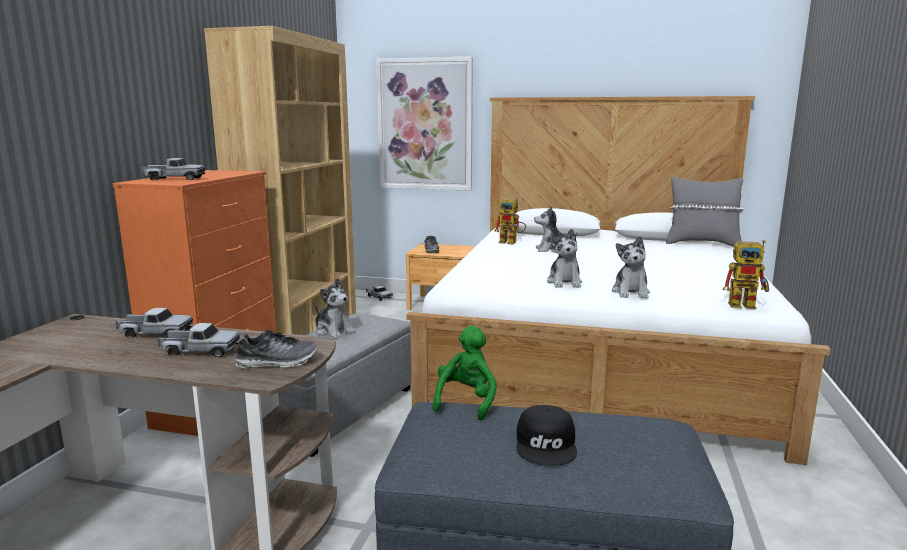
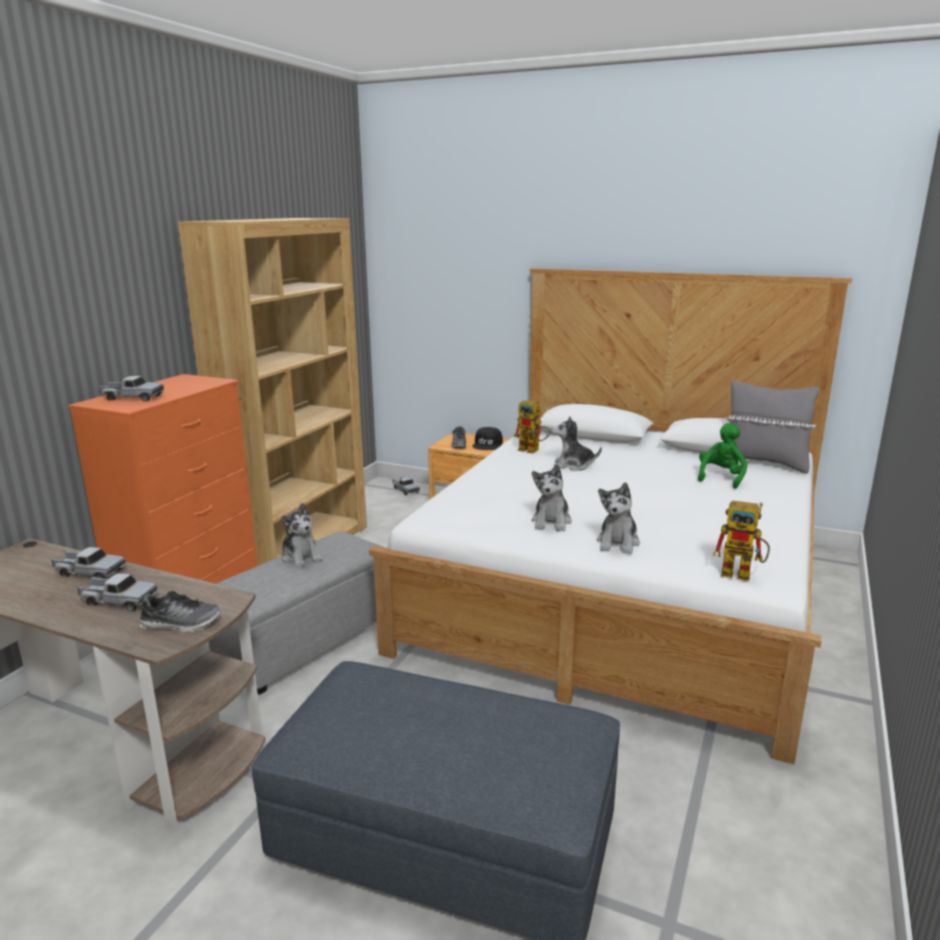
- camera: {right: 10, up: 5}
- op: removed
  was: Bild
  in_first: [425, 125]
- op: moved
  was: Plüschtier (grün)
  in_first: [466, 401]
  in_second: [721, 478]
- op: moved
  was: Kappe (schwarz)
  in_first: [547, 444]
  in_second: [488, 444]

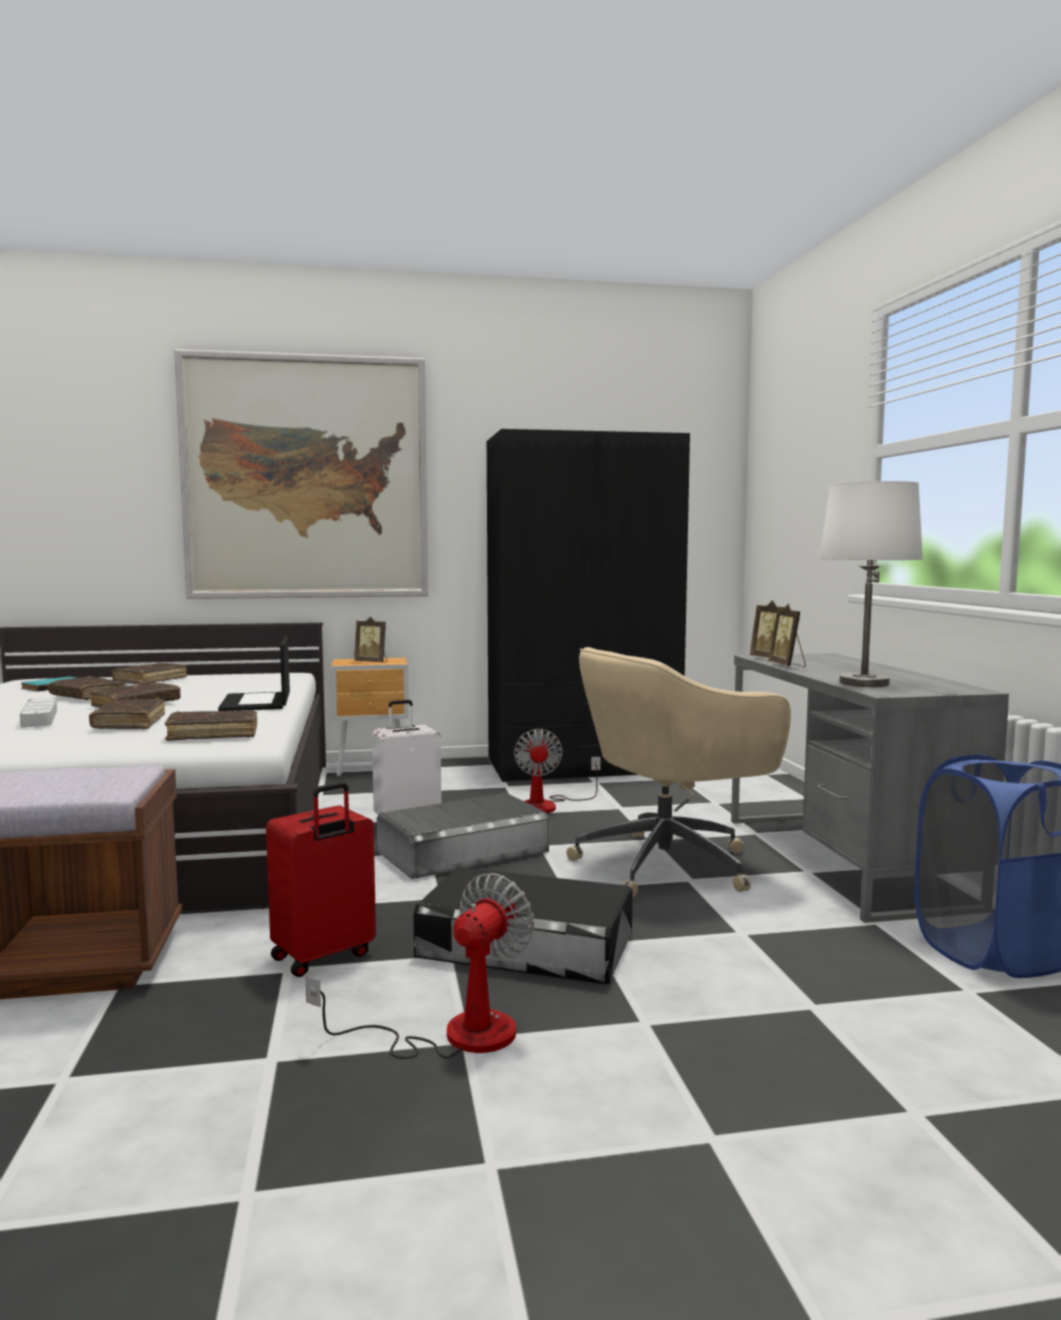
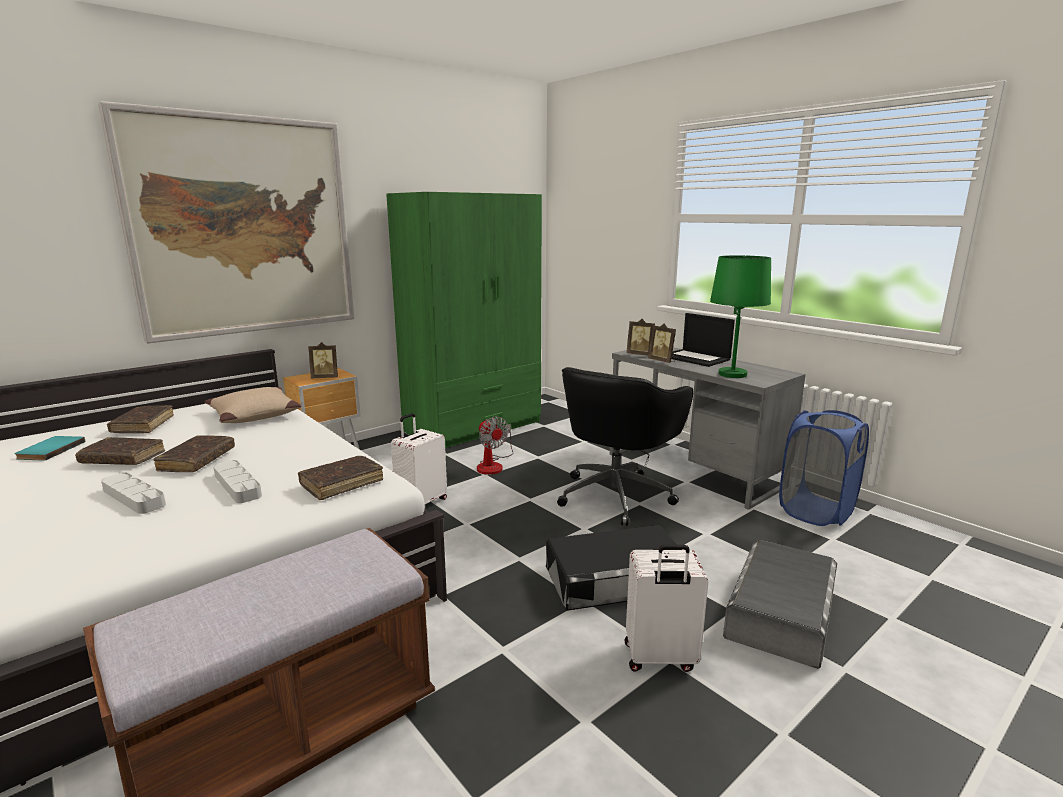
- camera: {right: -30, up: 10}
- op: replaced
  was: Buch (braun)
  now: Tablett (grau)
  in_first: [129, 723]
  in_second: [237, 485]
- op: moved
  was: Laptop
  in_first: [257, 702]
  in_second: [696, 358]
- op: removed
  was: Koffer (rot)
  in_first: [323, 957]
- op: replaced
  was: Ventilator
  now: Koffer (weiß)
  in_first: [453, 1035]
  in_second: [659, 658]
- op: moved
  was: Aufbewahrungsbox (grau)
  in_first: [463, 851]
  in_second: [780, 611]
- op: recoloured
  was: Kleiderschrank (schwarz)
  now: Kleiderschrank (grün)
  in_first: [583, 766]
  in_second: [474, 426]
- op: recoloured
  was: Bürostuhl (beige)
  now: Bürostuhl (schwarz)
  in_first: [670, 864]
  in_second: [616, 495]
- op: recoloured
  was: Tischlampe (weiß)
  now: Tischlampe (grün)
  in_first: [865, 683]
  in_second: [733, 374]
- op: added
  now: Kissen (beige)
  in_second: [254, 415]

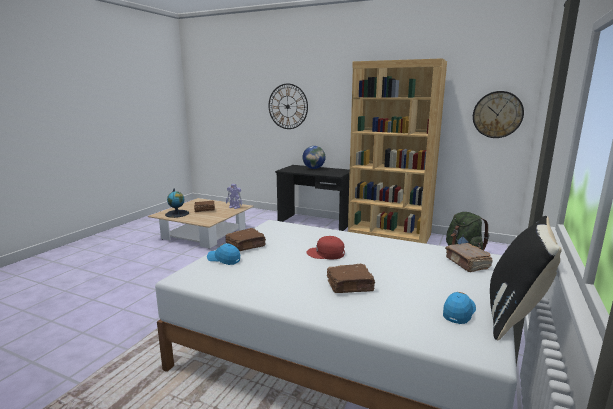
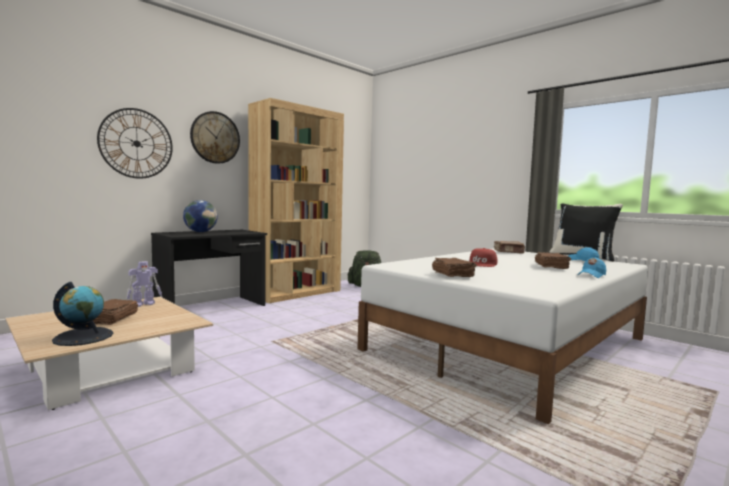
- camera: {right: -70, up: -10}
- op: moved
  was: Kappe (blau)
  in_first: [224, 259]
  in_second: [591, 275]
- op: moved
  was: Wanduhr
  in_first: [497, 114]
  in_second: [215, 137]

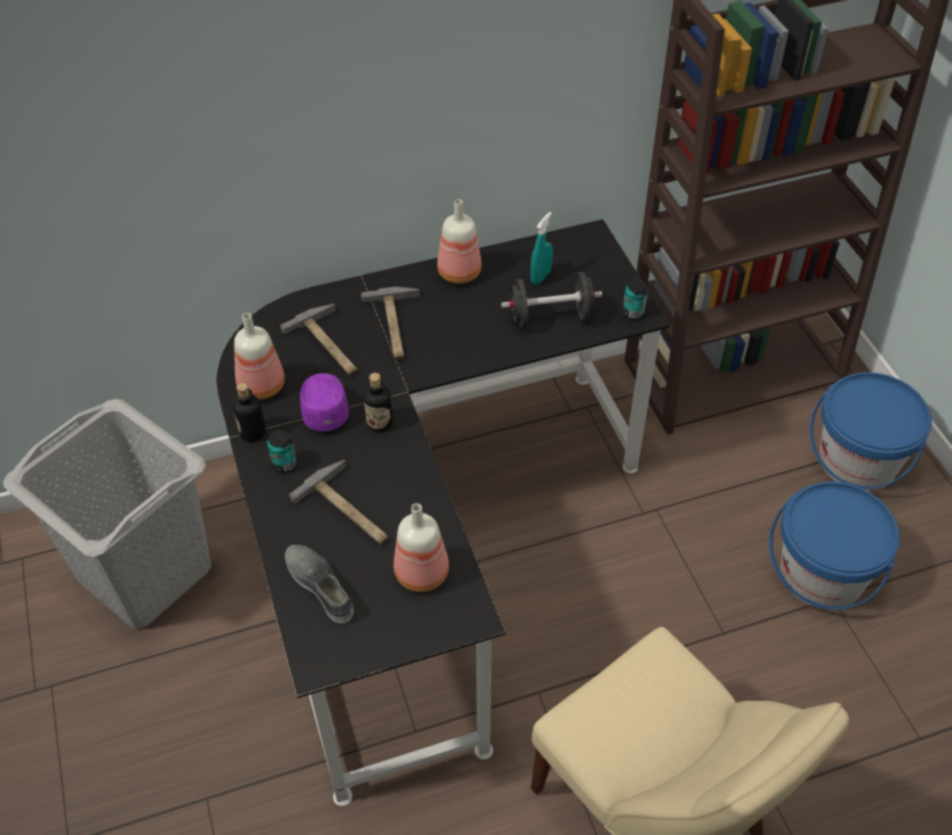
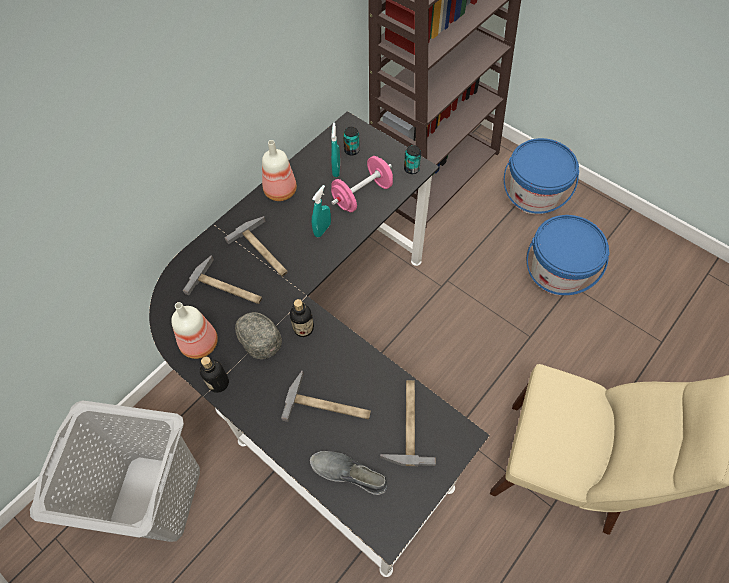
- camera: {right: -30, up: 10}
- op: moved
  was: Dose
  in_first: [284, 464]
  in_second: [351, 150]
- op: recoloured
  was: Kappe (lila)
  now: Kappe (grau)
  in_first: [324, 408]
  in_second: [257, 337]
- op: replaced
  was: Flasche
  now: Hammer
  in_first: [421, 571]
  in_second: [407, 423]
- op: recoloured
  was: Hantel (schwarz)
  now: Hantel (rosa)
  in_first: [550, 316]
  in_second: [362, 195]
- op: added
  now: Sprühflasche (türkis)
  in_second: [322, 230]

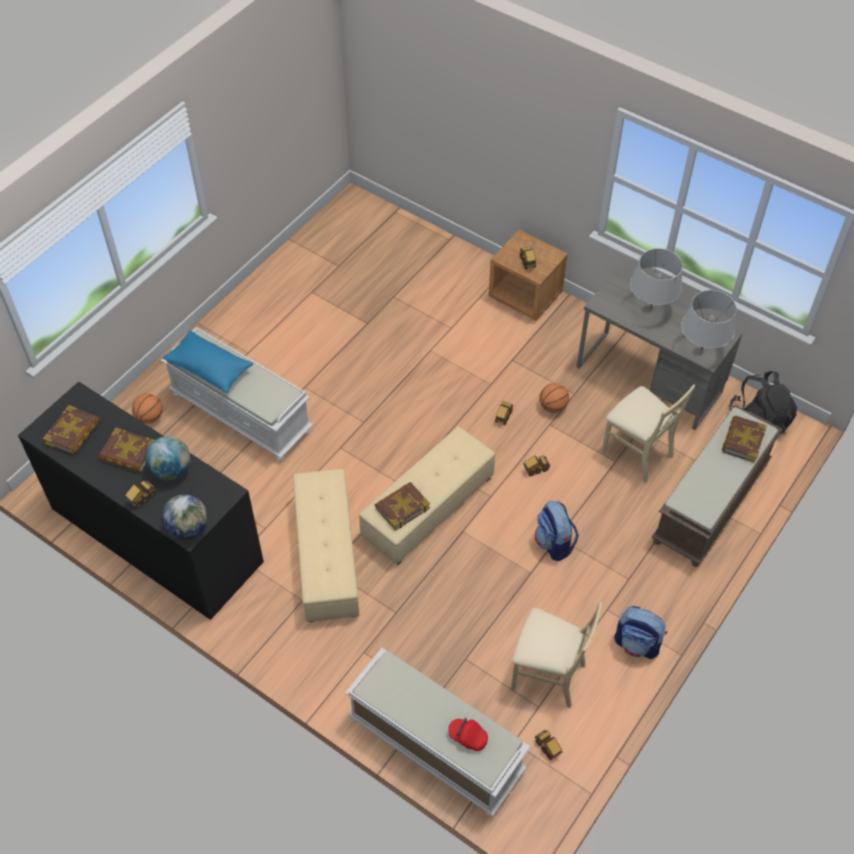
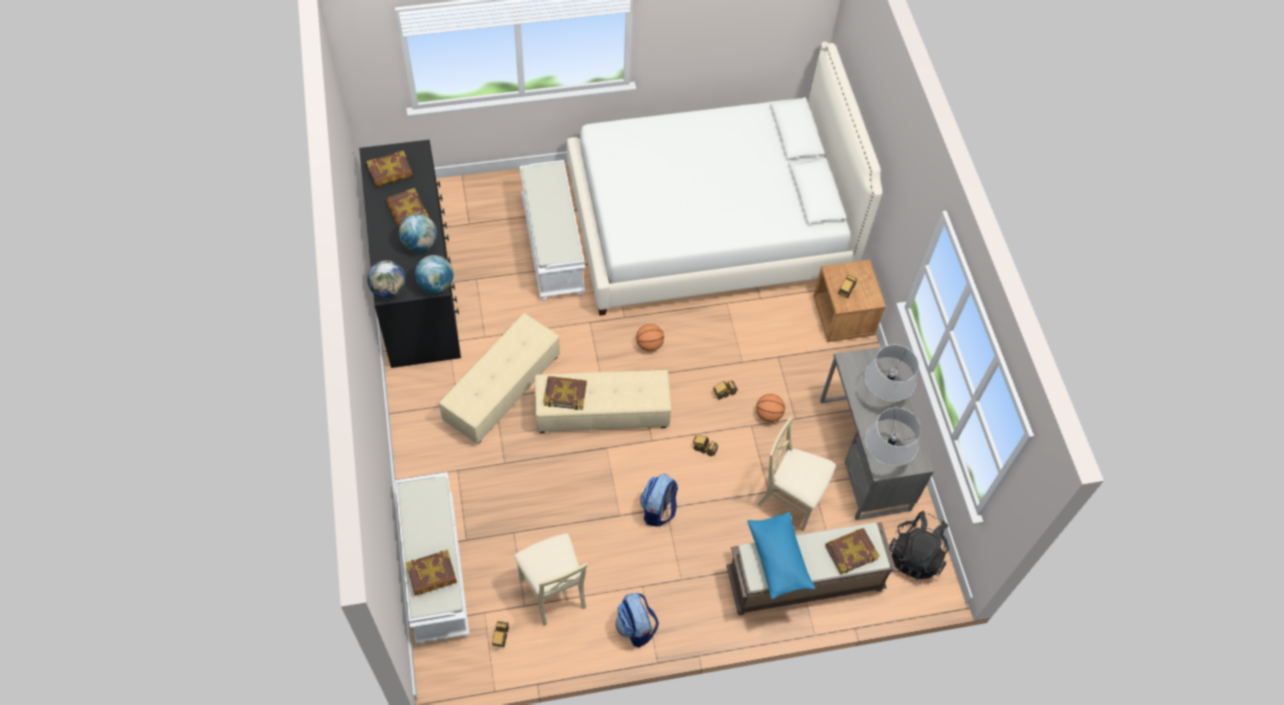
- camera: {right: 40, up: 5}
- op: removed
  was: Spielzeuglaster
  in_first: [142, 498]
- op: moved
  was: Basketball
  in_first: [150, 417]
  in_second: [649, 345]
- op: moved
  was: Kissen (blau)
  in_first: [209, 368]
  in_second: [779, 559]
- op: replaced
  was: Kappe (rot)
  now: Buch
  in_first: [467, 737]
  in_second: [432, 575]
- op: turned
  was: Stuhl (beige)
  in_first: [637, 453]
  in_second: [791, 499]
  clockwise: 120
- op: added
  now: Globus
  in_second: [436, 284]
- op: added
  now: Bett (weiß)
  in_second: [708, 225]

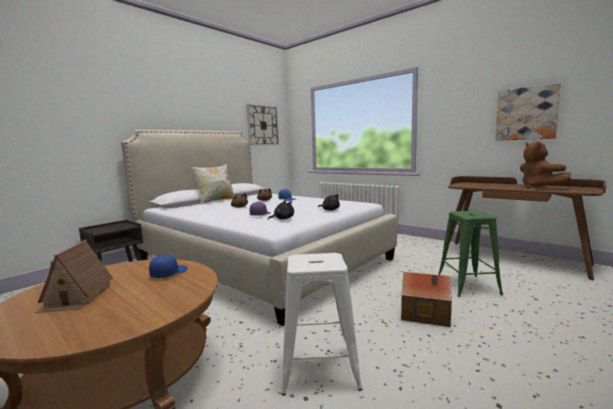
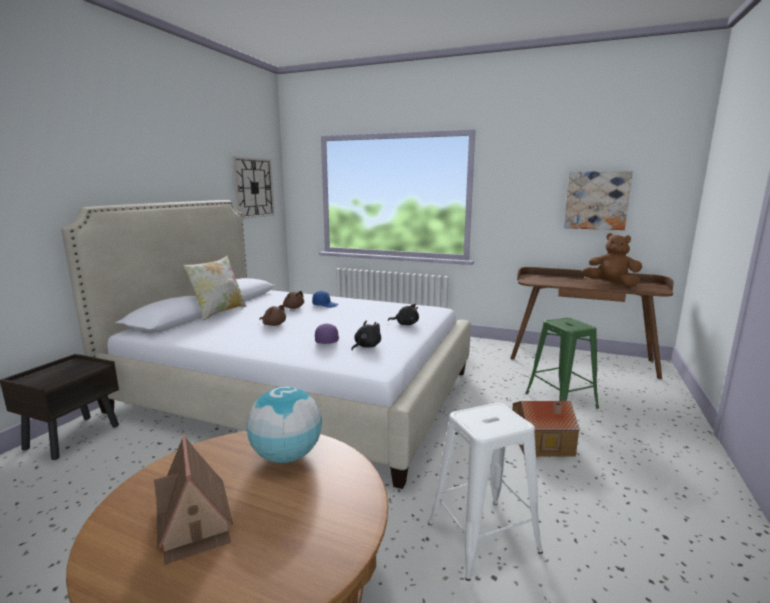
- camera: {right: -20, up: 5}
- op: replaced
  was: Kappe (blau)
  now: Globus
  in_first: [169, 273]
  in_second: [286, 456]
- op: turned
  was: Plüschtier (braun)
  in_first: [538, 187]
  in_second: [611, 284]
  clockwise: 150

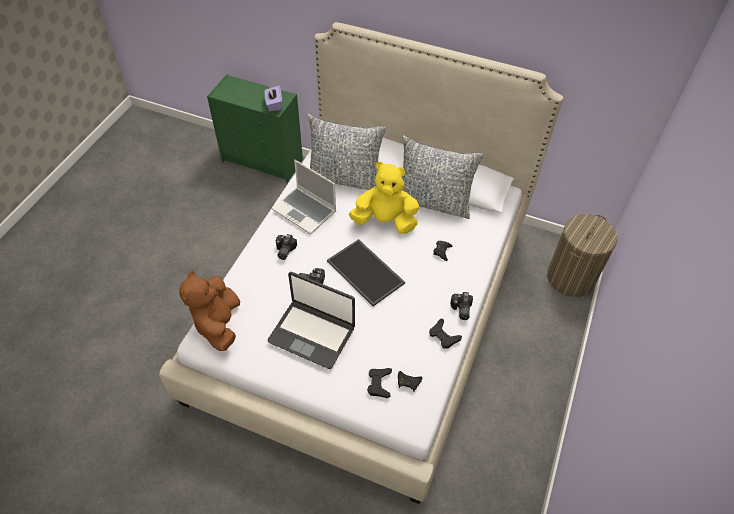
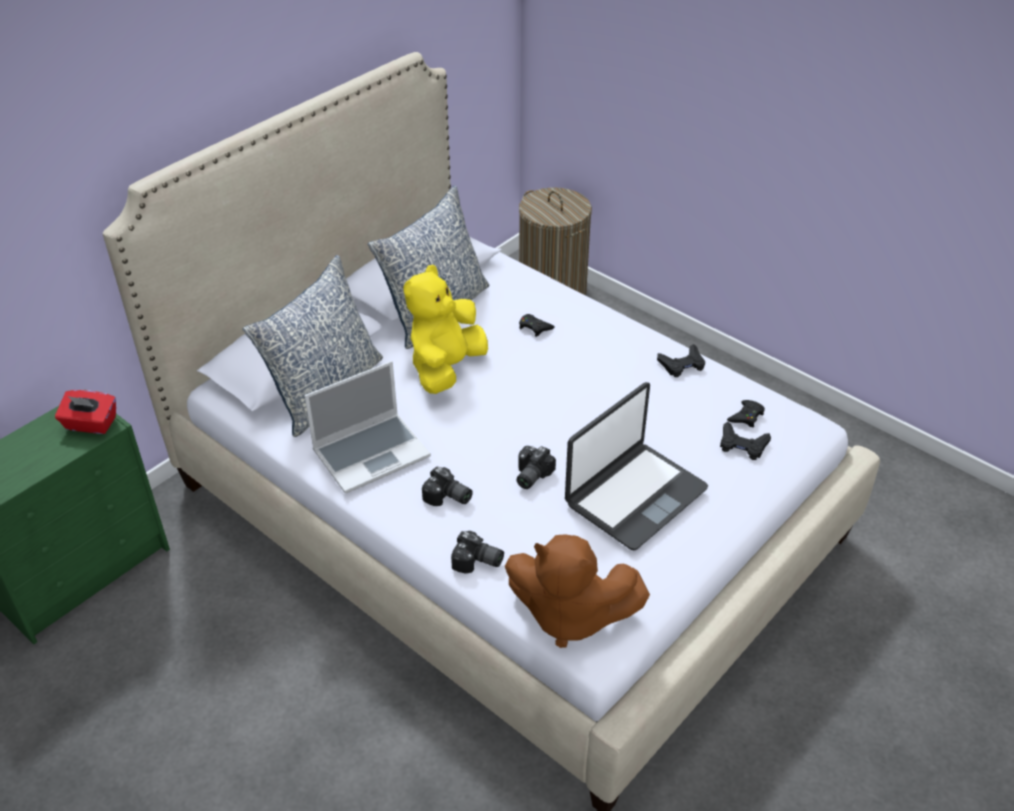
- camera: {right: -70, up: -10}
- op: recoloured
  was: Taschentuchbox (lila)
  now: Taschentuchbox (rot)
  in_first: [274, 104]
  in_second: [91, 424]
- op: removed
  was: Tablett
  in_first: [367, 272]
- op: moved
  was: Kamera
  in_first: [460, 310]
  in_second: [477, 562]

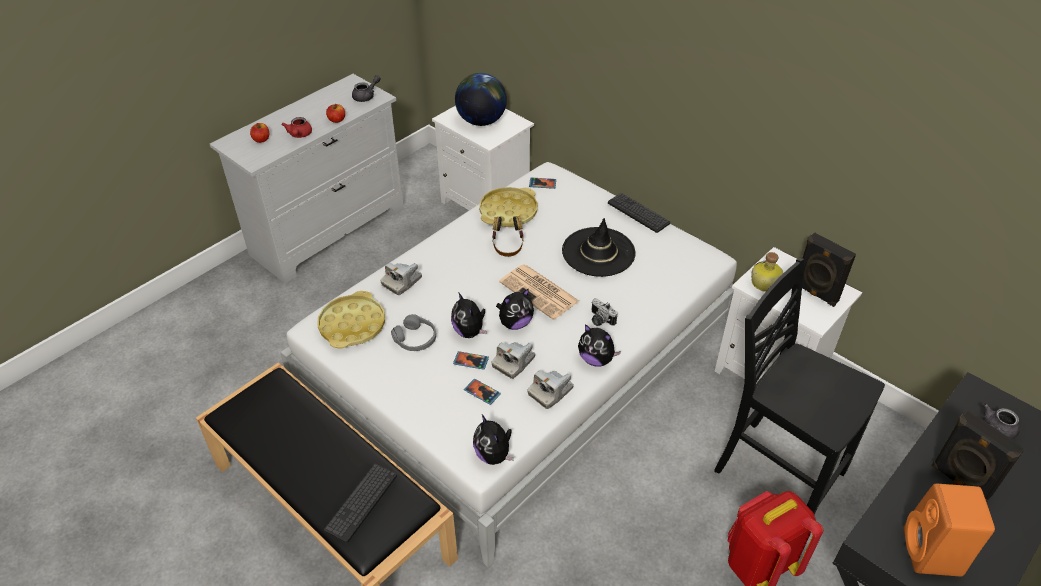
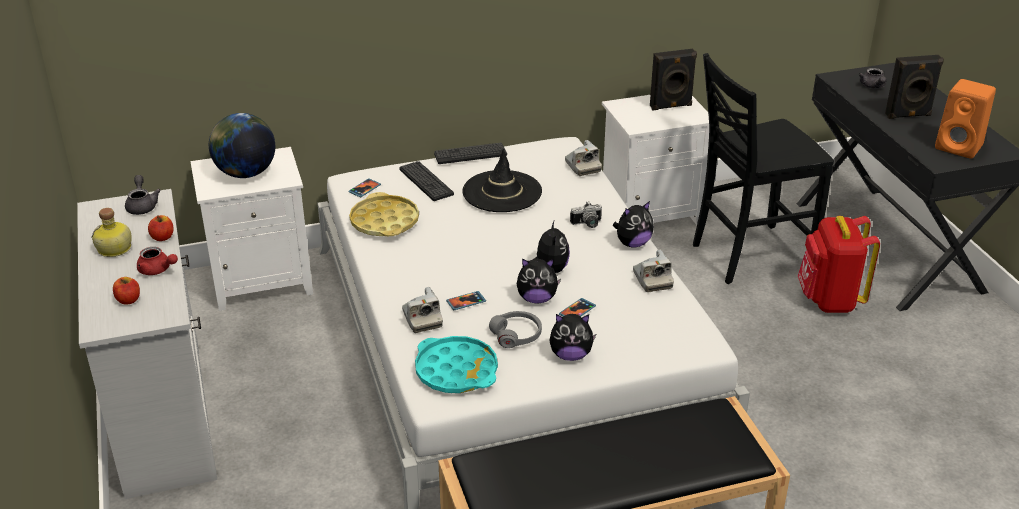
- camera: {right: -60, up: -10}
- op: recoloured
  was: Tablett (gelb)
  now: Tablett (türkis)
  in_first: [352, 325]
  in_second: [456, 371]
- op: moved
  was: Tastatur
  in_first: [361, 502]
  in_second: [426, 182]
- op: moved
  was: Handy
  in_first: [482, 392]
  in_second: [466, 302]
- op: moved
  was: Plüschtier
  in_first: [494, 455]
  in_second: [570, 355]
- op: removed
  was: Kopfhörer
  in_first: [508, 247]
- op: moved
  was: Kamera
  in_first: [513, 362]
  in_second: [582, 166]
- op: removed
  was: Zeitung
  in_first: [540, 292]
- op: moved
  was: Flasche
  in_first: [764, 284]
  in_second: [115, 249]

